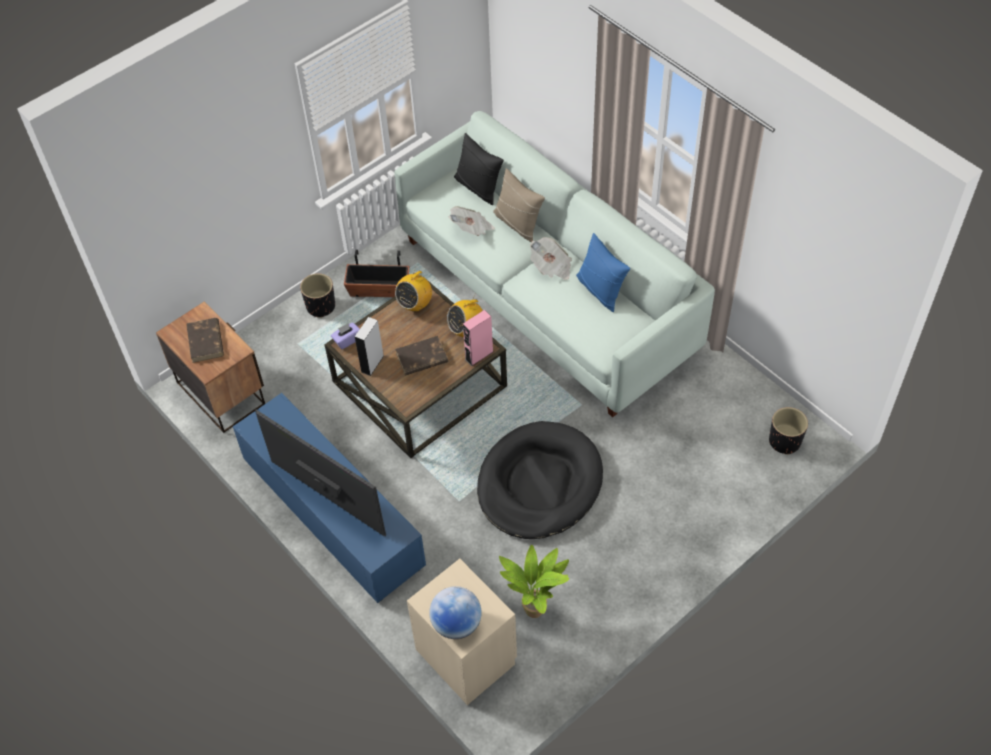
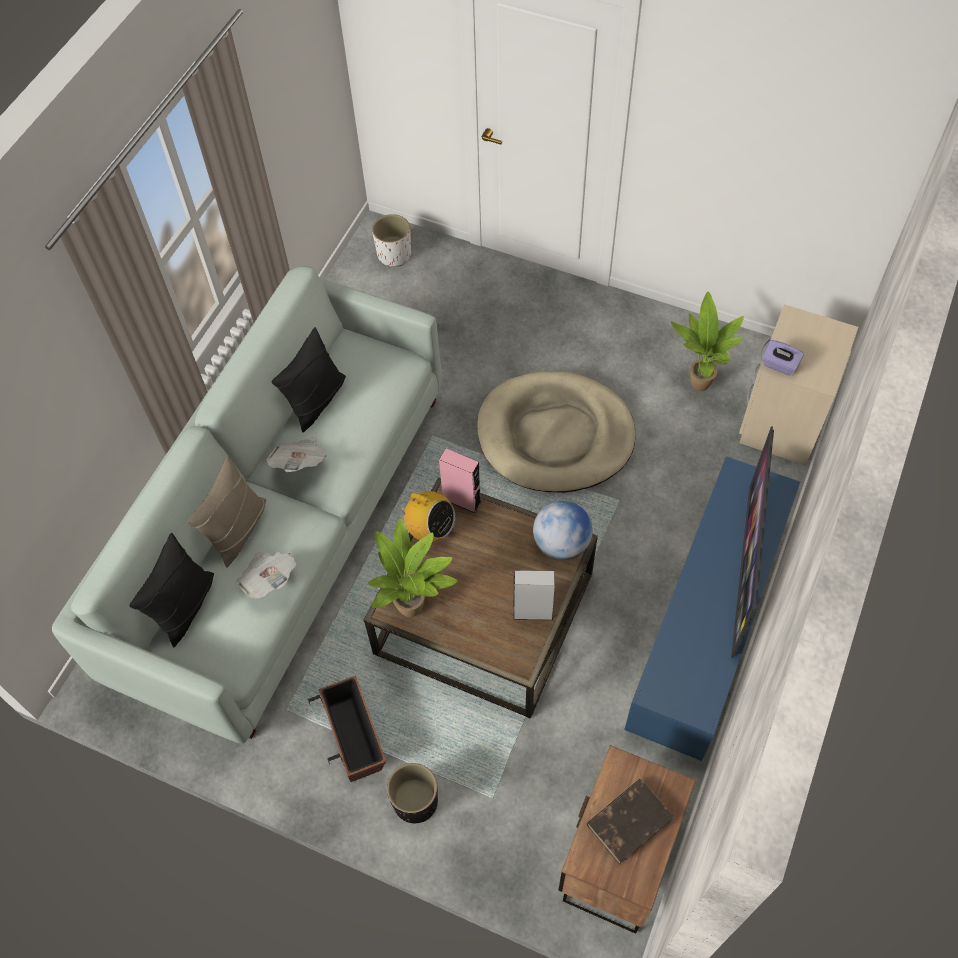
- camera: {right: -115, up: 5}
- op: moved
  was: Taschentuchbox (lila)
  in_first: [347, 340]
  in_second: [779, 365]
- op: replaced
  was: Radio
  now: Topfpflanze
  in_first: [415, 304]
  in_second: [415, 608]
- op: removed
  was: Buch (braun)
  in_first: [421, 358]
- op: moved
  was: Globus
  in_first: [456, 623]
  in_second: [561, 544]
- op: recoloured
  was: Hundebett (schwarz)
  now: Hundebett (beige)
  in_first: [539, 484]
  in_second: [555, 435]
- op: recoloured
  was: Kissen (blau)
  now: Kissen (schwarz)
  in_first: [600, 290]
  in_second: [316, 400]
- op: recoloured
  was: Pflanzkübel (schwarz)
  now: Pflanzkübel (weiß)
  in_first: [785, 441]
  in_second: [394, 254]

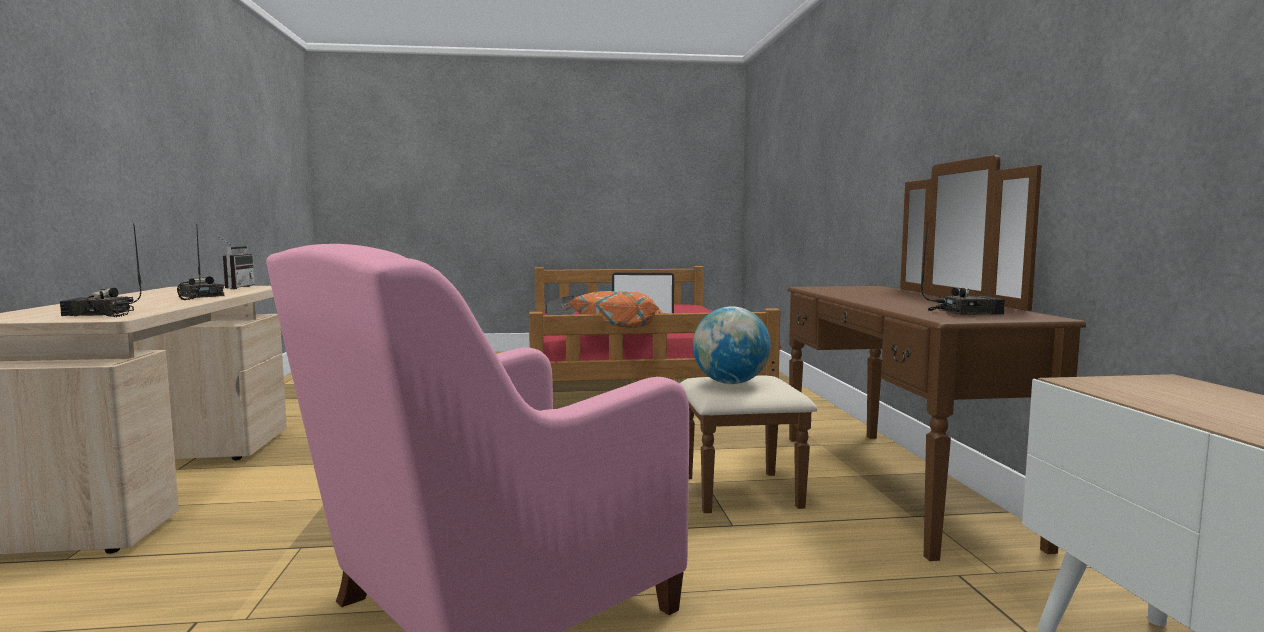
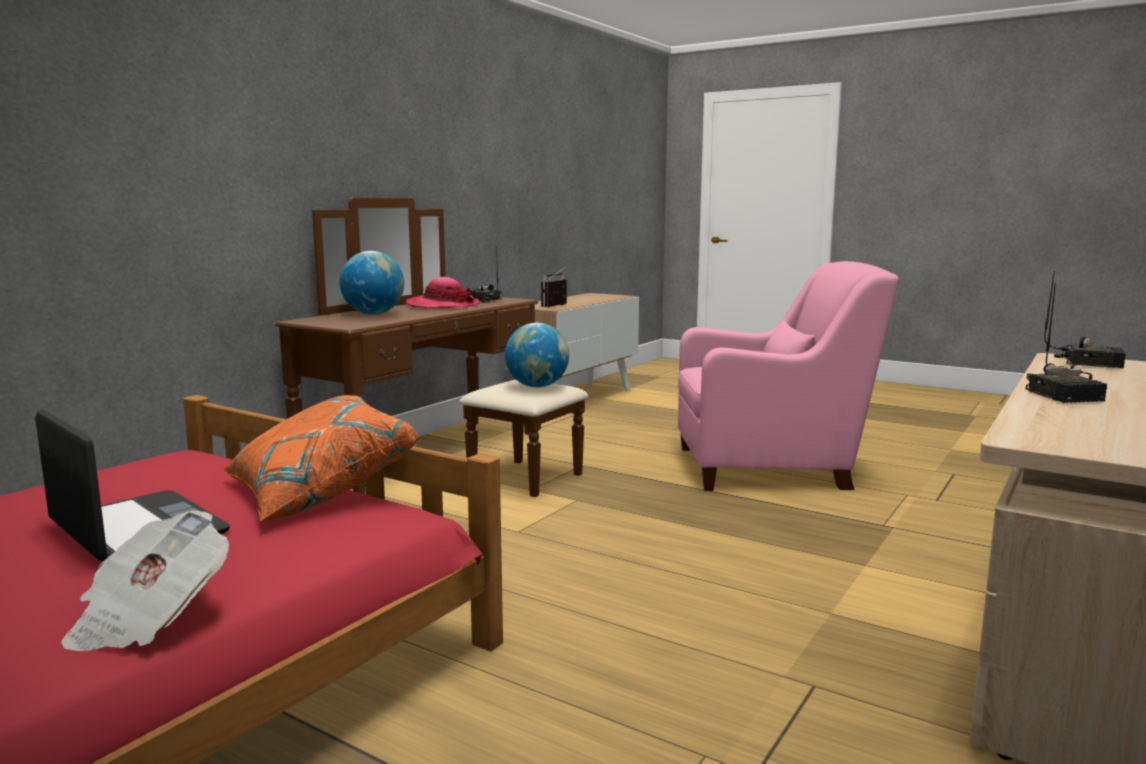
- camera: {right: -140, up: 5}
- op: moved
  was: Radio
  in_first: [234, 287]
  in_second: [557, 306]
- op: added
  now: Globus
  in_second: [373, 314]
- op: added
  now: Hut
  in_second: [443, 306]

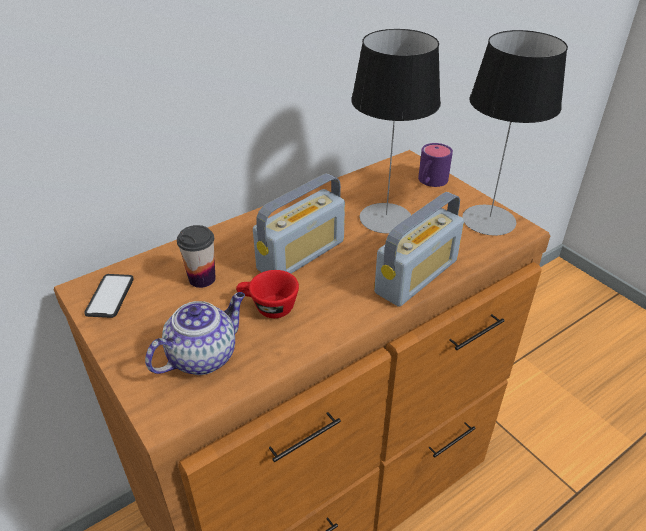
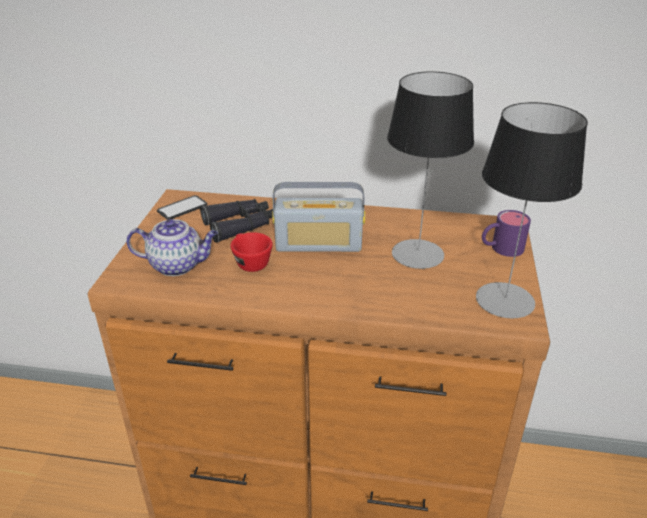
- camera: {right: 45, up: -5}
- op: replaced
  was: Tasse
  now: Fernglas (schwarz)
  in_first: [202, 278]
  in_second: [240, 225]
- op: removed
  was: Radio
  in_first: [416, 276]

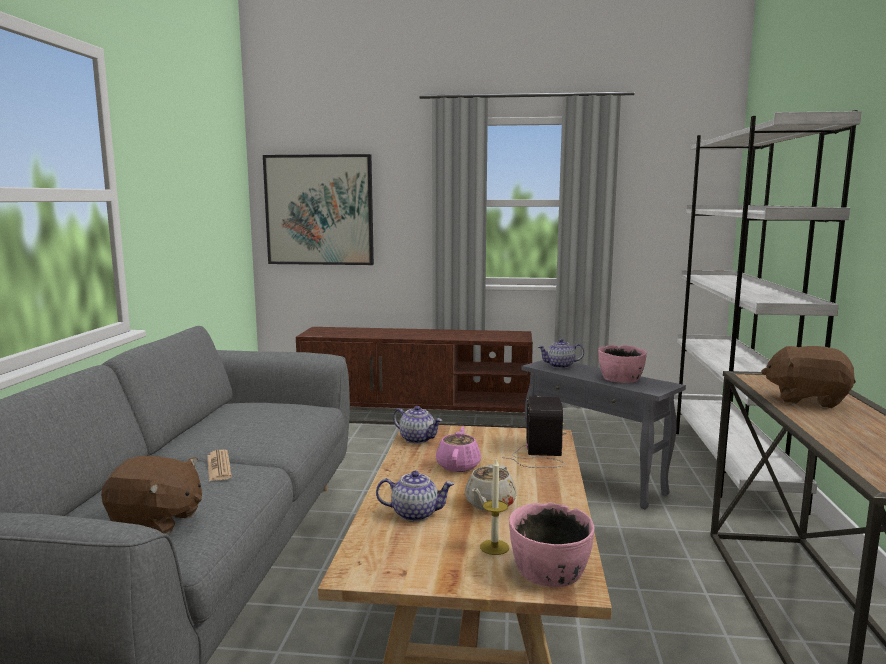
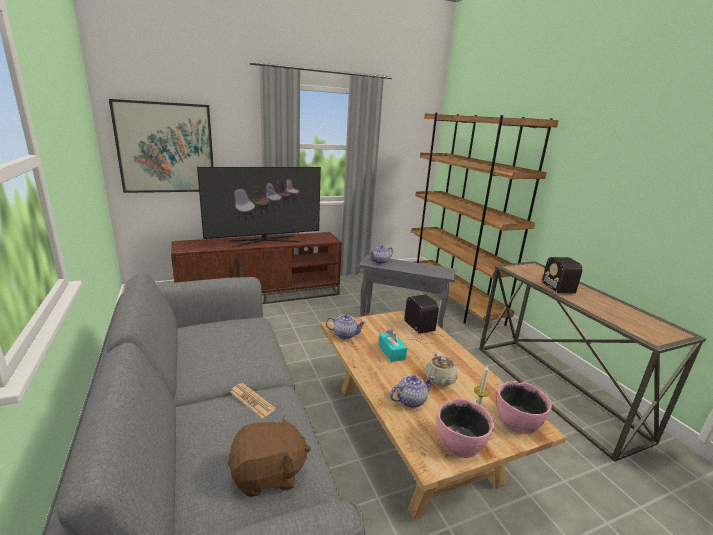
- camera: {right: -30, up: 10}
- op: replaced
  was: Teekanne (rosa)
  now: Taschentuchbox (türkis)
  in_first: [458, 465]
  in_second: [391, 352]
- op: moved
  was: Schüssel (rosa)
  in_first: [621, 378]
  in_second: [460, 443]
- op: recoloured
  was: Bücherregal (weiß)
  now: Bücherregal (braun)
  in_first: [730, 463]
  in_second: [452, 300]
- op: replaced
  was: Plüschtier (braun)
  now: Radio
  in_first: [807, 399]
  in_second: [554, 283]
- op: added
  now: Fernseher
  in_second: [264, 241]

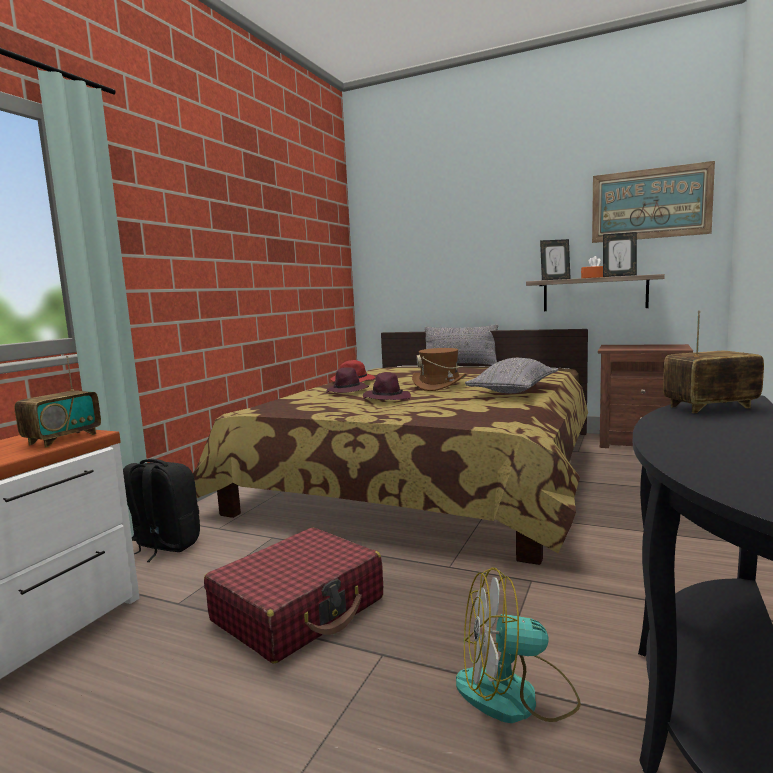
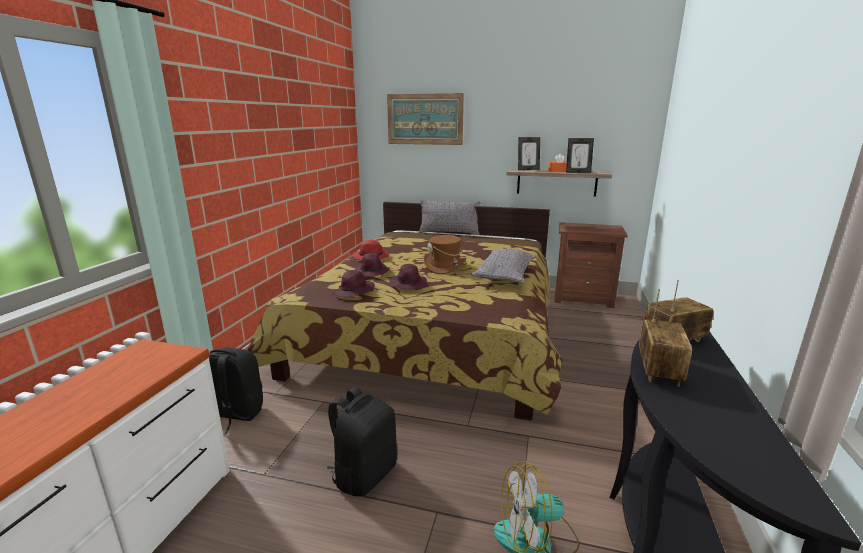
- camera: {right: -10, up: 10}
- op: moved
  was: Radio
  in_first: [63, 439]
  in_second: [658, 370]
- op: replaced
  was: Koffer (rot)
  now: Rucksack (schwarz)
  in_first: [299, 610]
  in_second: [364, 474]
- op: moved
  was: Bild
  in_first: [650, 204]
  in_second: [425, 119]
- op: added
  now: Hut (lila)
  in_second: [353, 292]

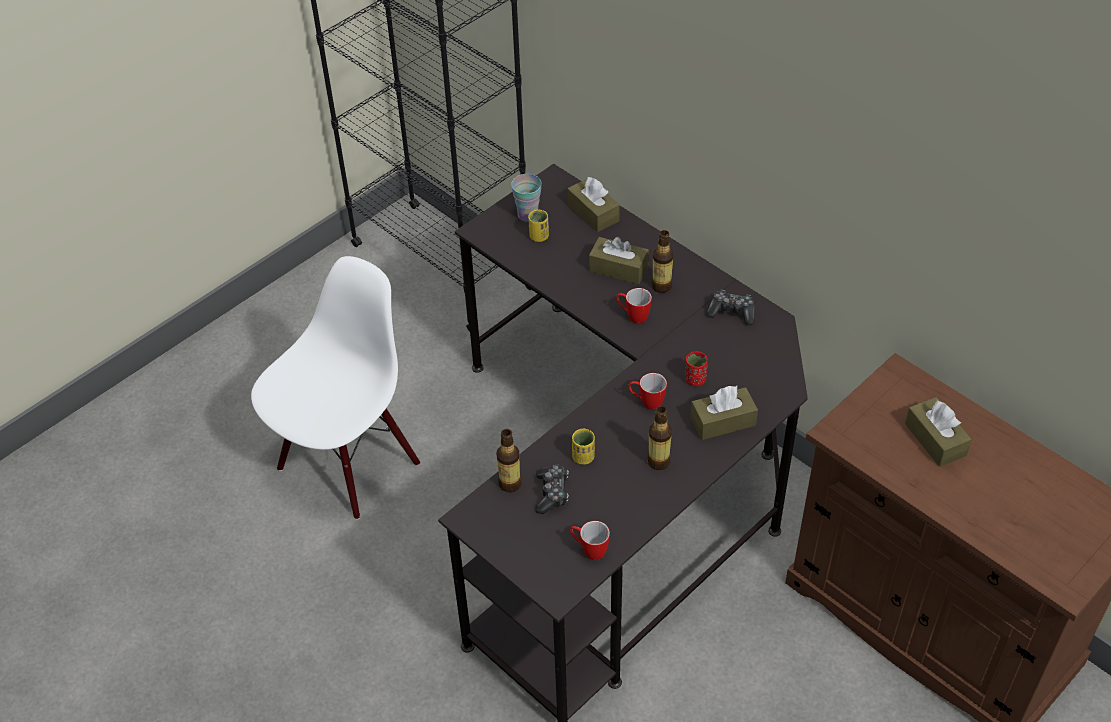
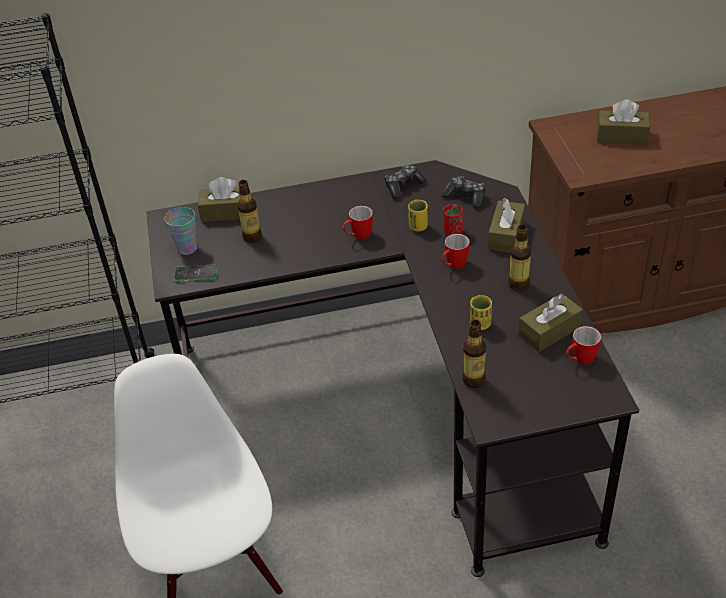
- camera: {right: -55, up: -5}
- op: moved
  was: Tasse (gelb)
  in_first: [539, 236]
  in_second: [418, 227]
- op: moved
  was: Gamepad
  in_first: [552, 493]
  in_second: [465, 197]
- op: moved
  was: Taschentuchbox (braun)
  in_first: [618, 268]
  in_second: [549, 331]
- op: moved
  was: Flasche
  in_first: [661, 286]
  in_second: [252, 237]
- op: added
  now: Handy
  in_second: [196, 274]

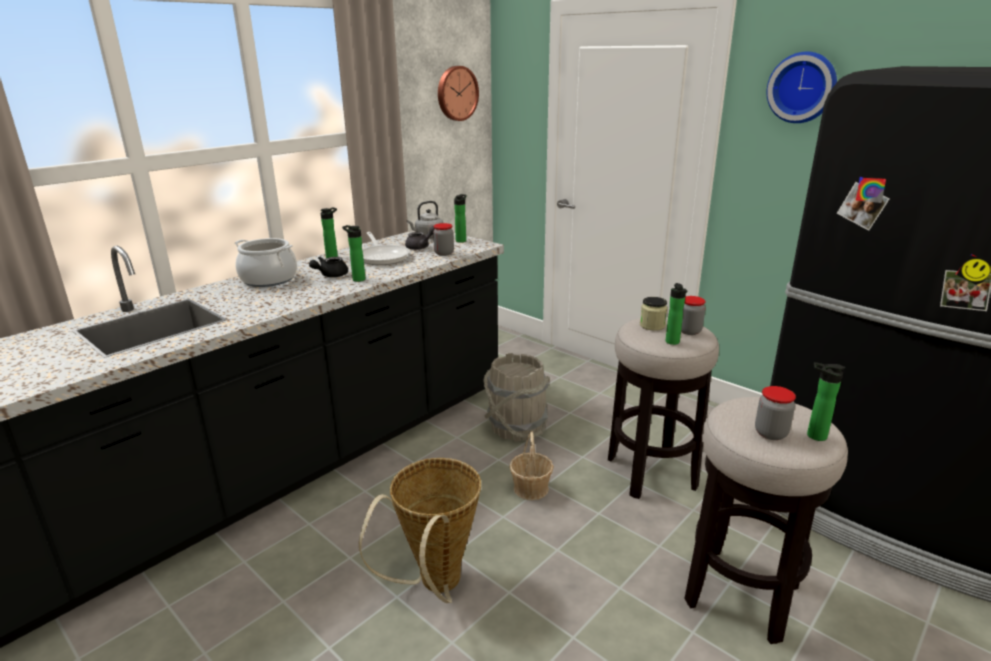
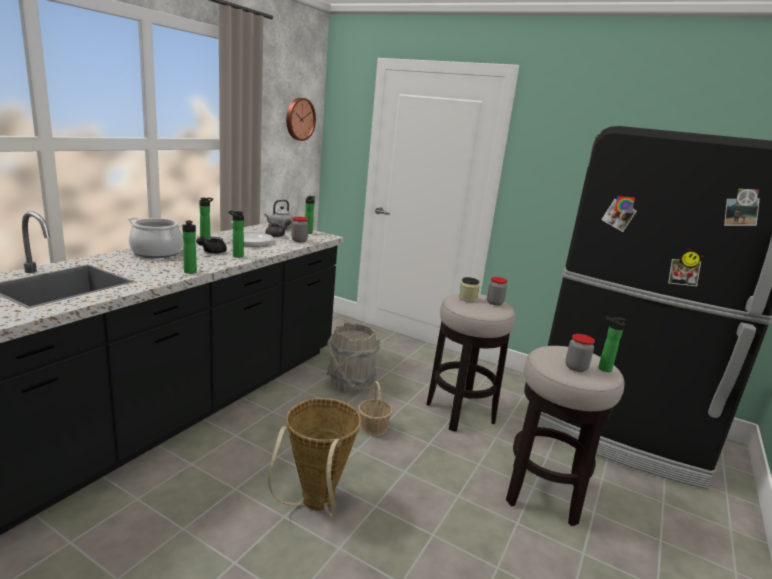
- camera: {right: -15, up: -5}
- op: moved
  was: Flasche
  in_first: [673, 343]
  in_second: [190, 272]
- op: removed
  was: Wanduhr
  in_first: [802, 87]

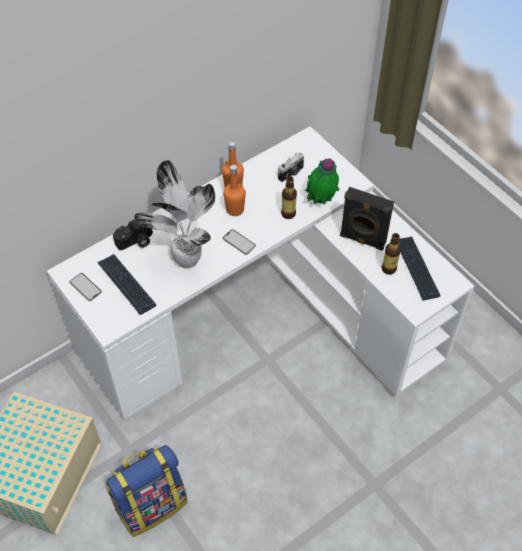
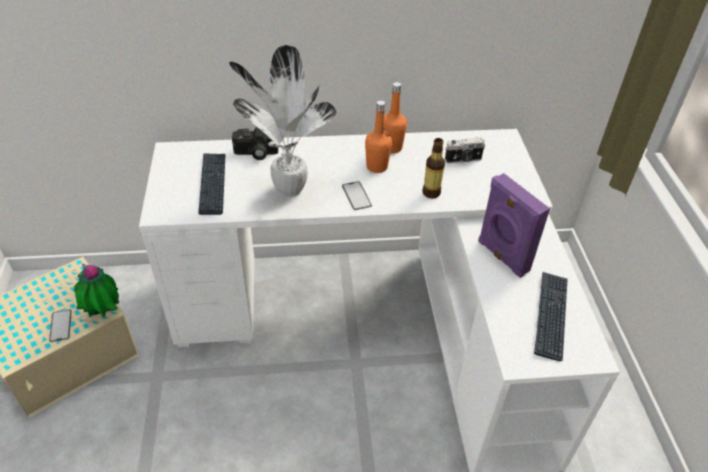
- camera: {right: 30, up: -10}
- op: moved
  was: Handy
  in_first: [85, 287]
  in_second: [60, 326]
- op: removed
  was: Rucksack
  in_first: [151, 504]
- op: moved
  was: Topfpflanze
  in_first: [320, 202]
  in_second: [104, 314]
- op: recoloured
  was: Lautsprecher (schwarz)
  now: Lautsprecher (lila)
  in_first: [362, 240]
  in_second: [501, 256]
- op: removed
  was: Flasche
  in_first: [389, 269]

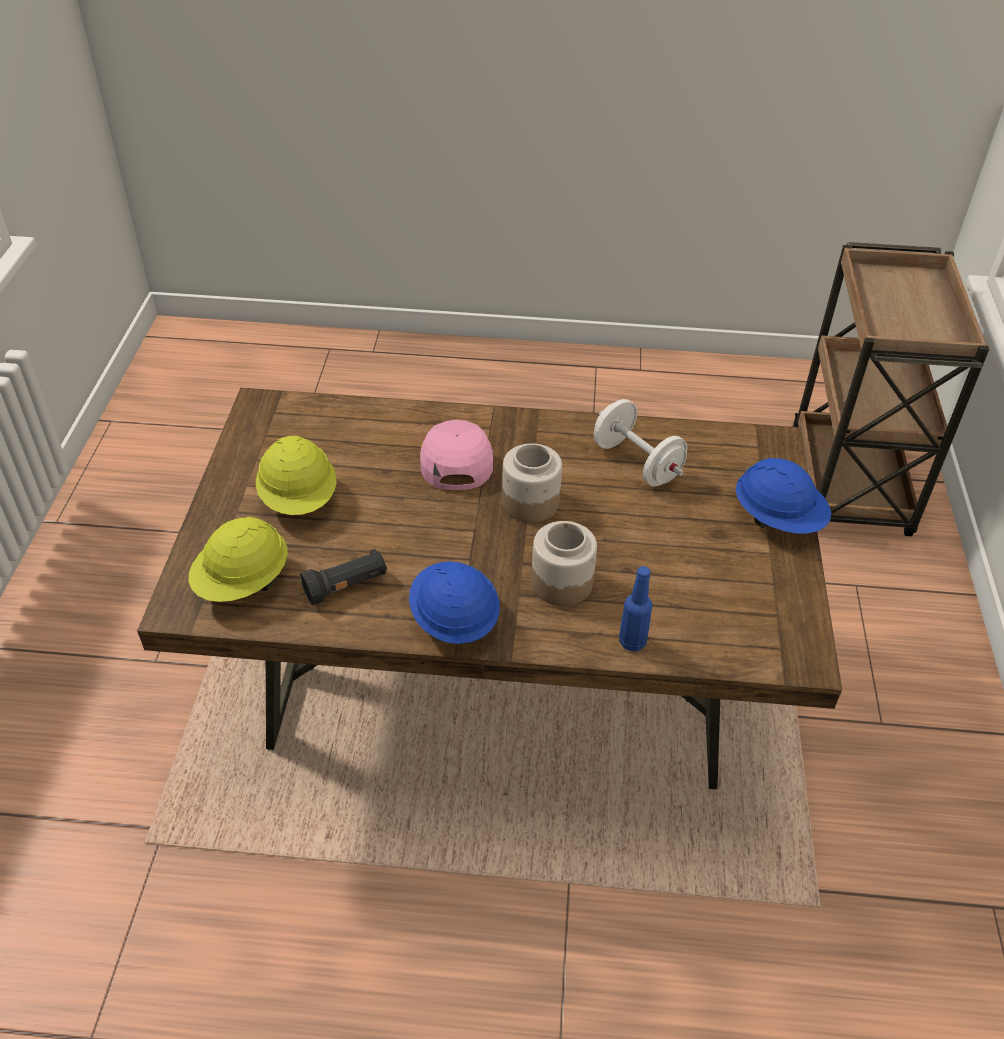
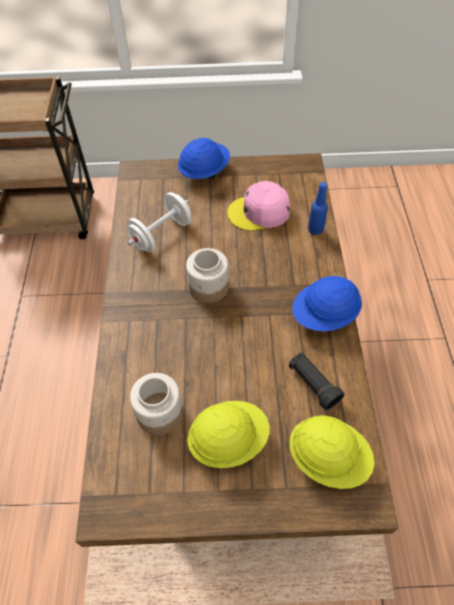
- camera: {right: -95, up: 10}
- op: moved
  was: Kappe (rosa)
  in_first: [455, 459]
  in_second: [259, 212]
- op: moved
  was: Vorratsglas
  in_first: [561, 582]
  in_second: [159, 413]

